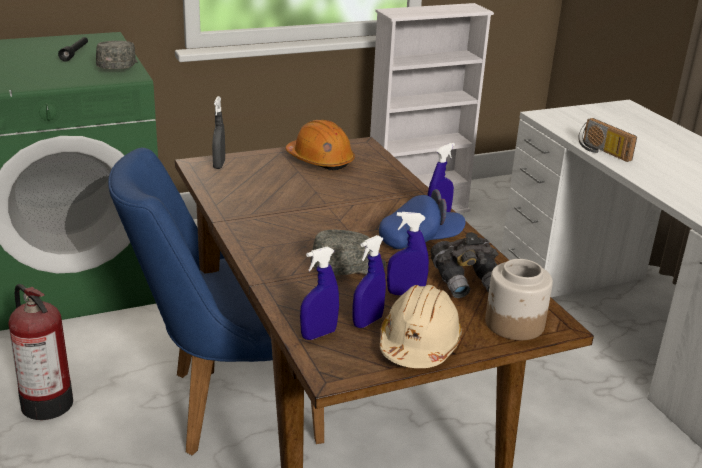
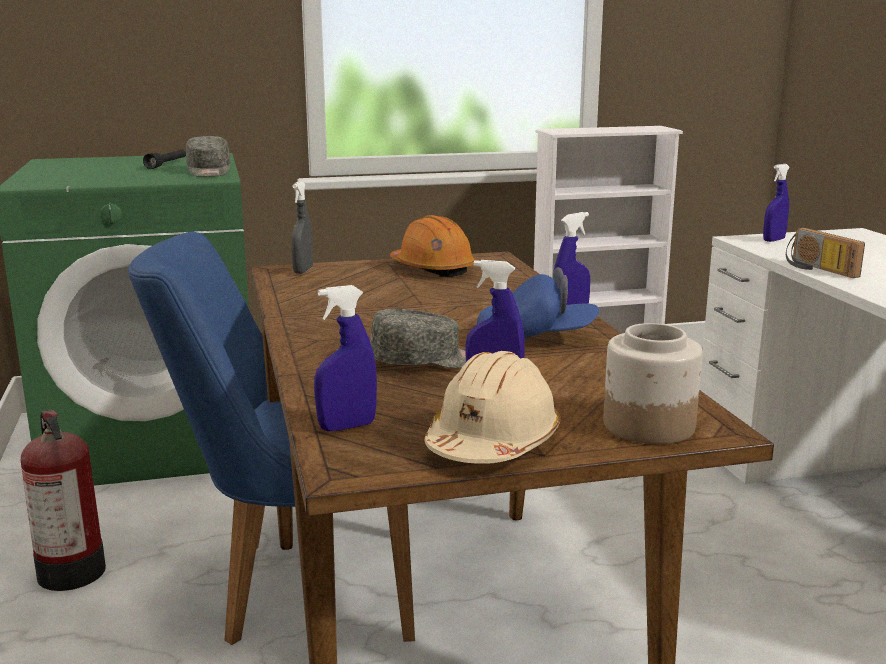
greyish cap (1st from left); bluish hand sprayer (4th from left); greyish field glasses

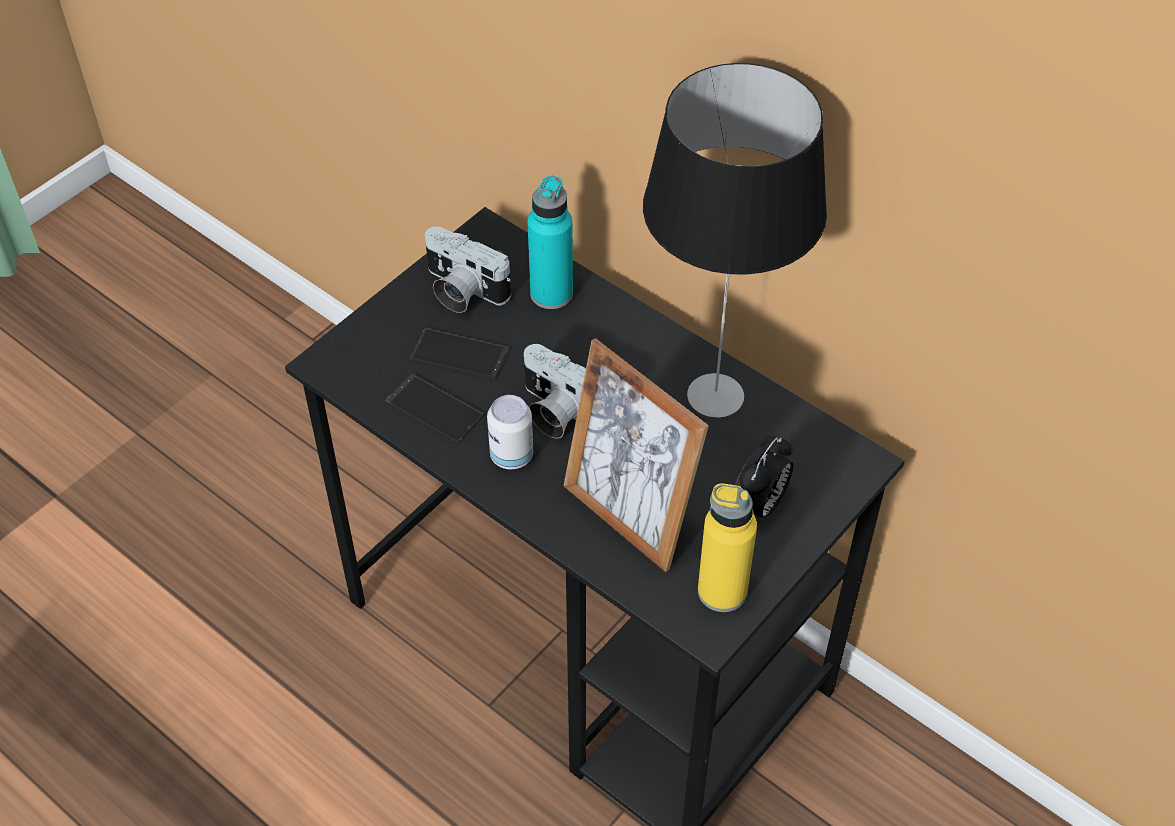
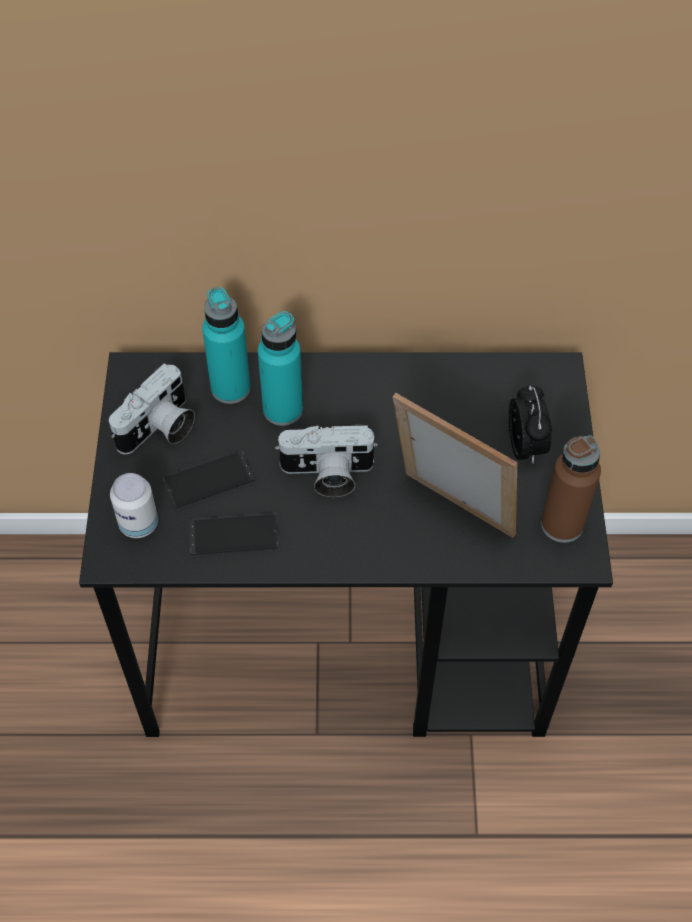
photo camera (1st from left); sealed can; standing frame; lamp for a table; brown drink bottle; turquoise-coloured drink bottle (2nd from left)

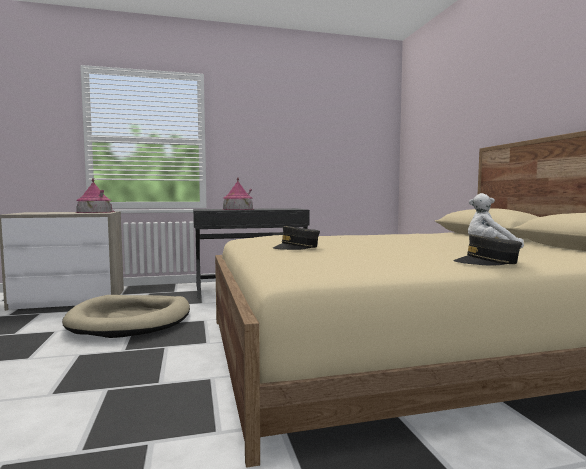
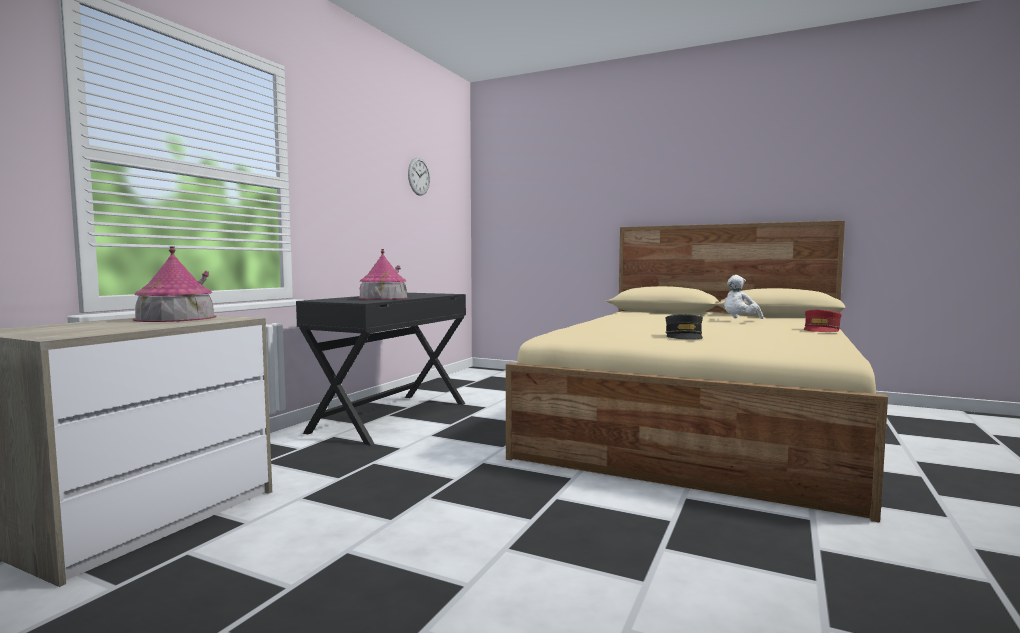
sand-coloured dog cushion; reddish cap; hanging clock

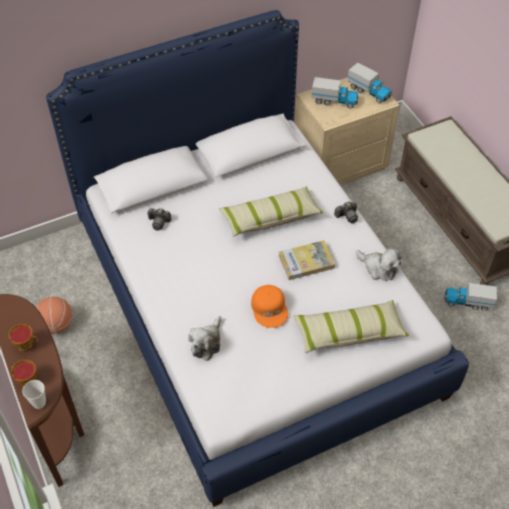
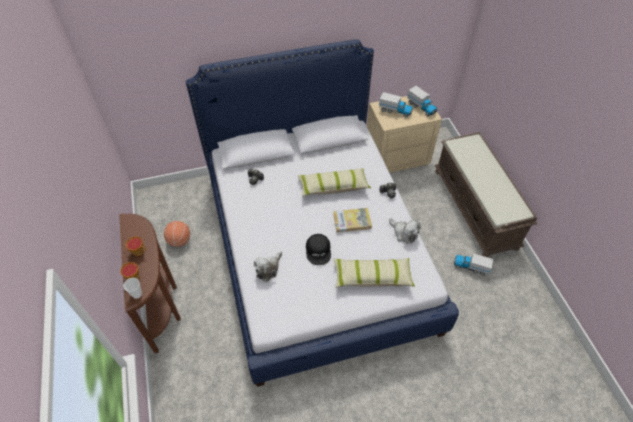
black cap

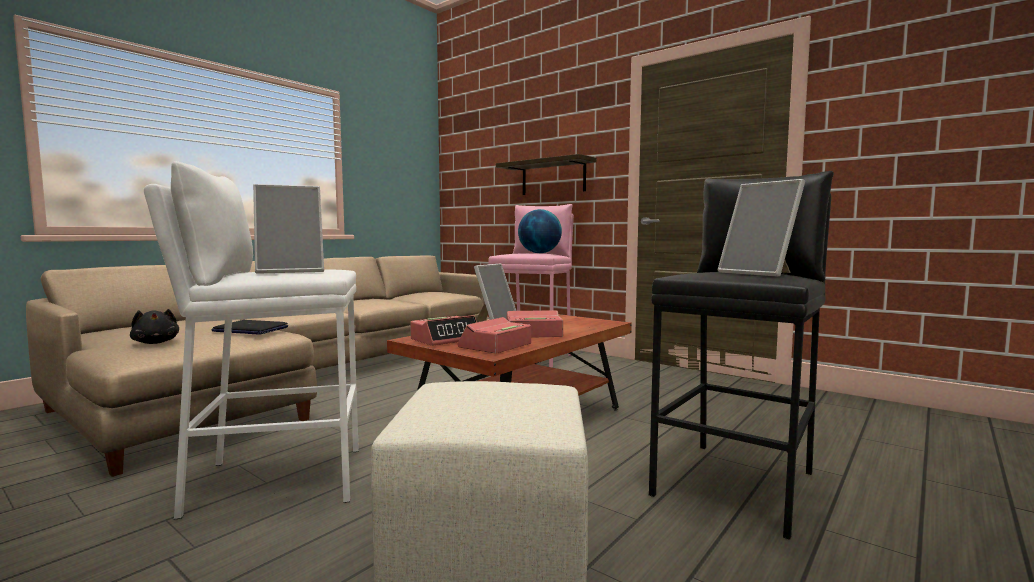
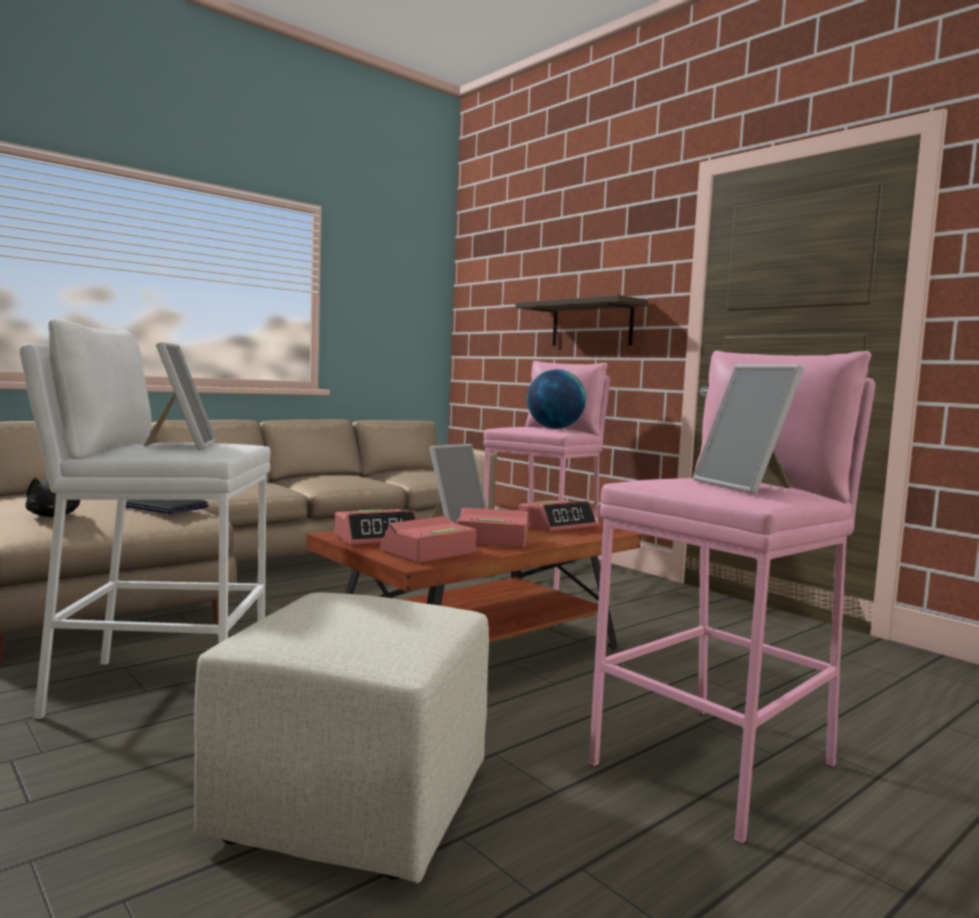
standing frame (1st from left); pink-coloured stool (2nd from left); alarm clock (4th from left)

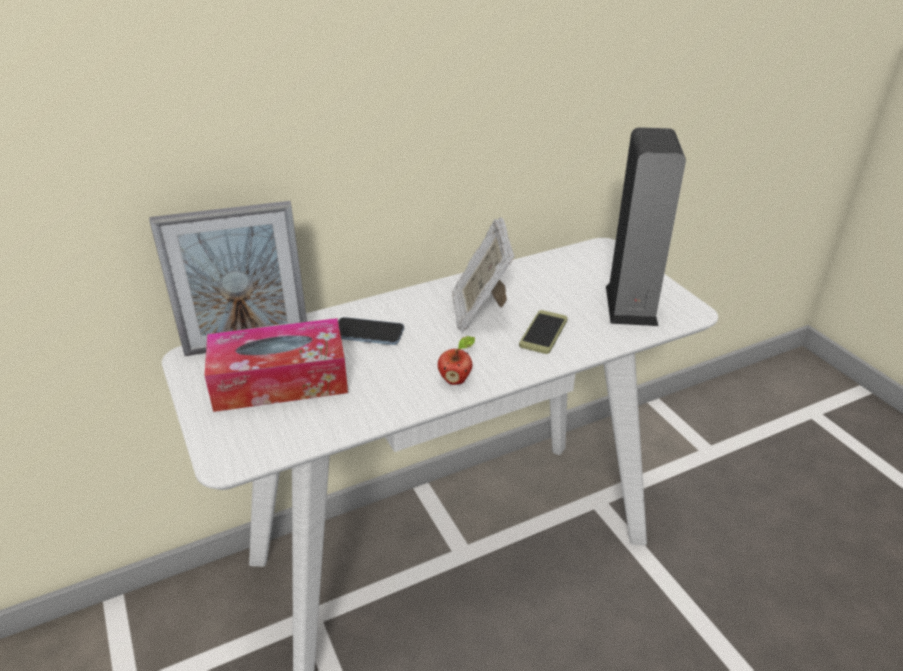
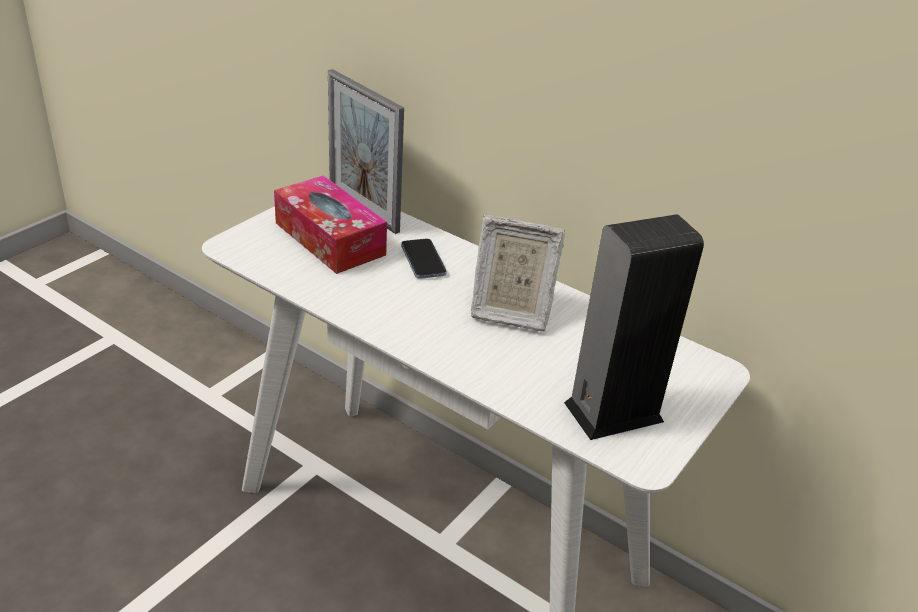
apple; standing frame (2nd from left); phone (2nd from left in the first image)

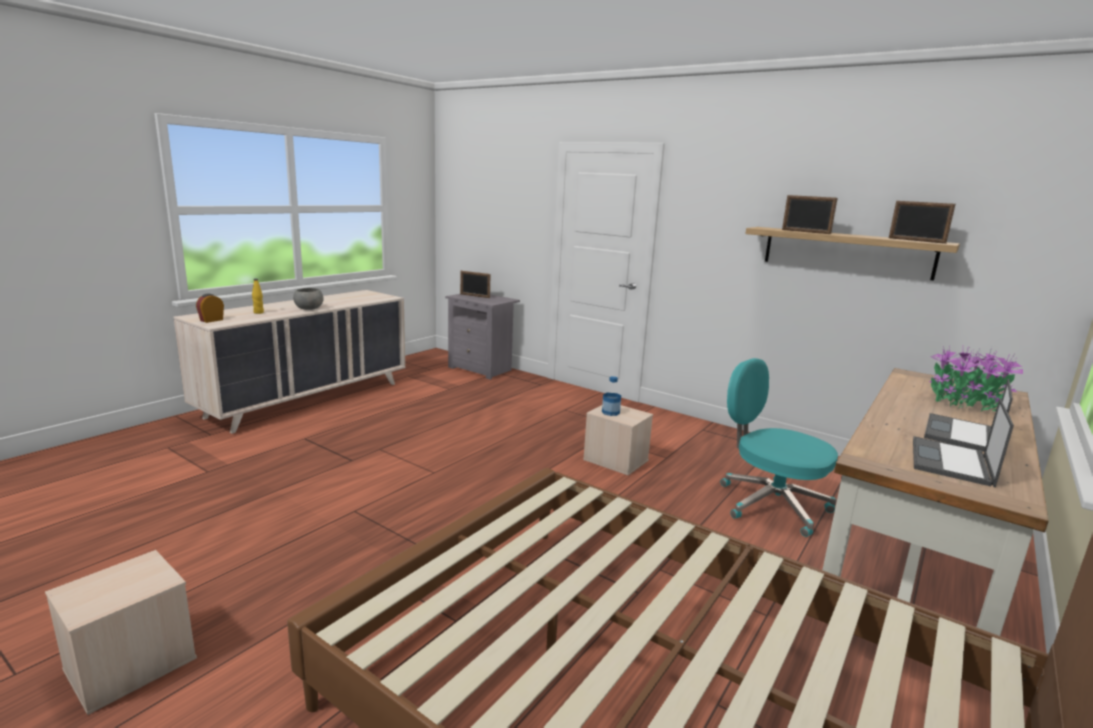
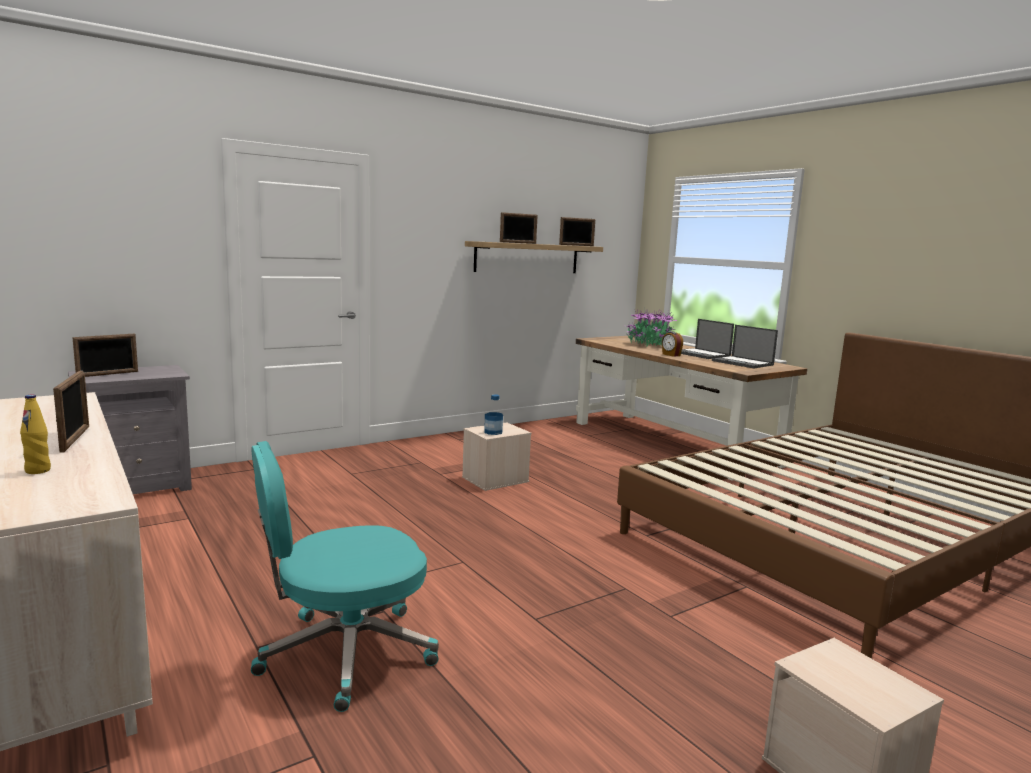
alarm clock; standing frame (1st from left); turquoise-coloured desk chair

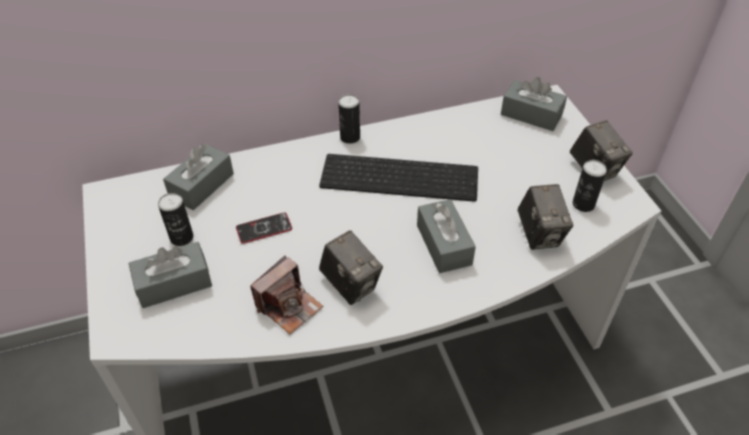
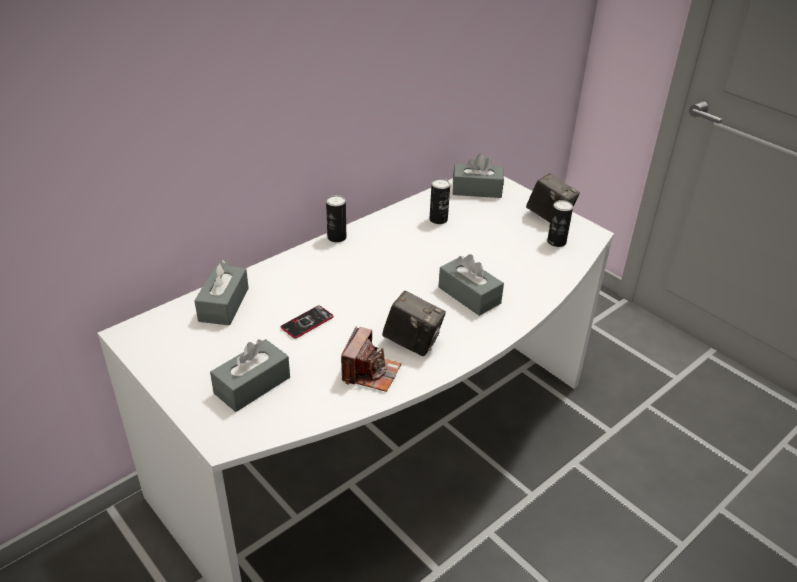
sealed can (2nd from left); PC keyboard; photo camera (3rd from left in the first image)

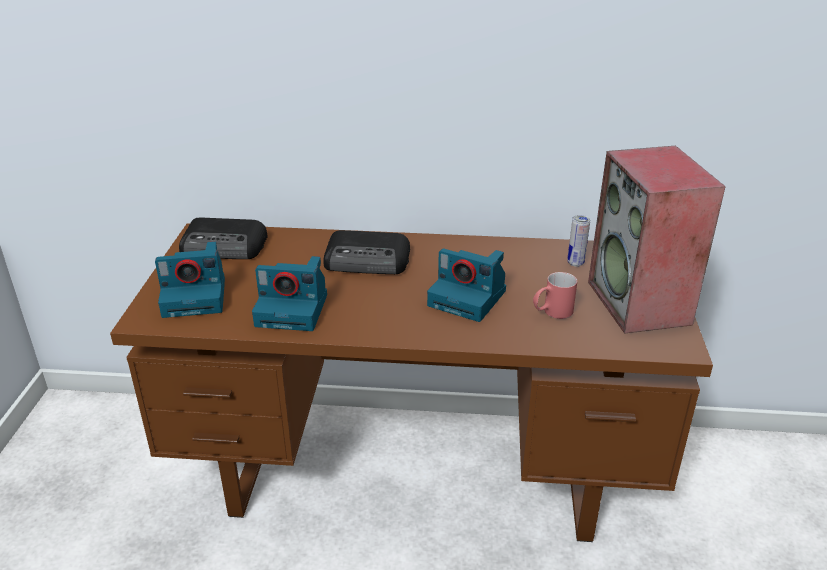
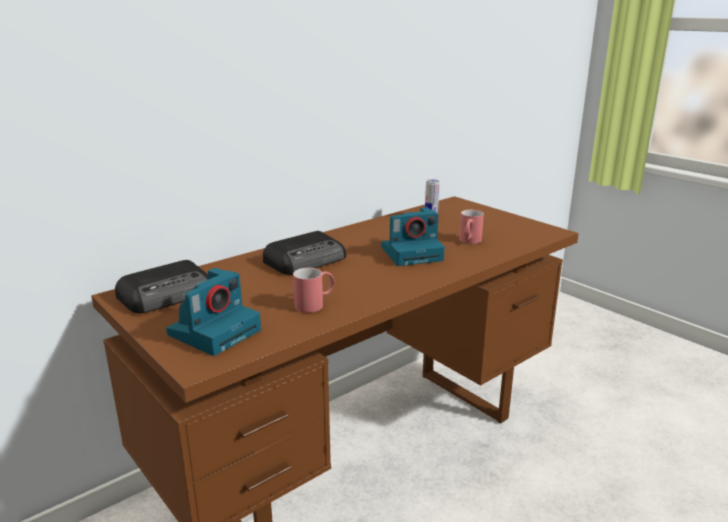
reddish coffee mug (1st from left); loudspeaker

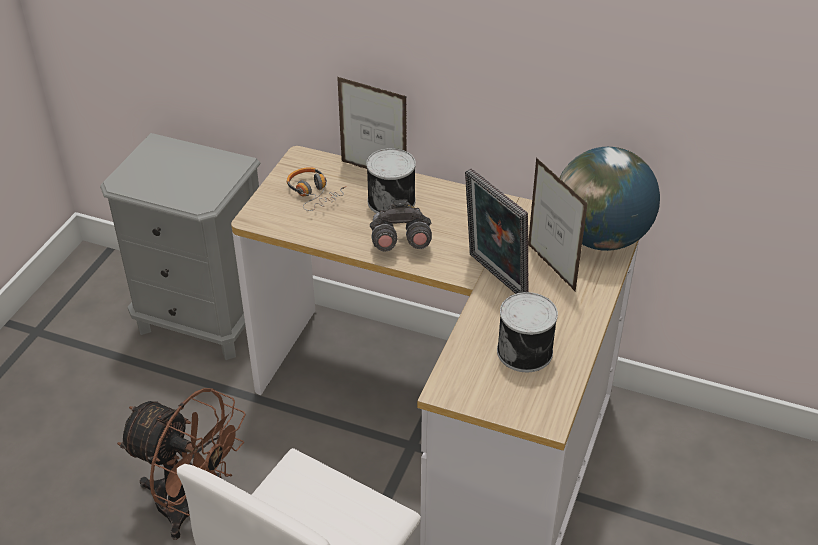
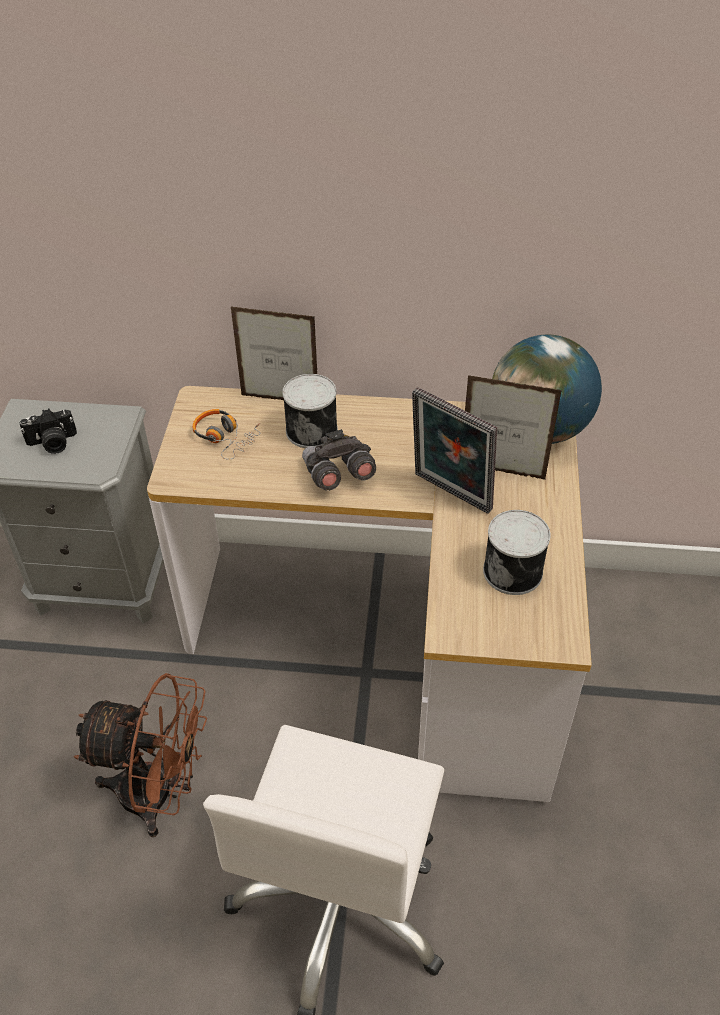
standing frame (3rd from left); photo camera

